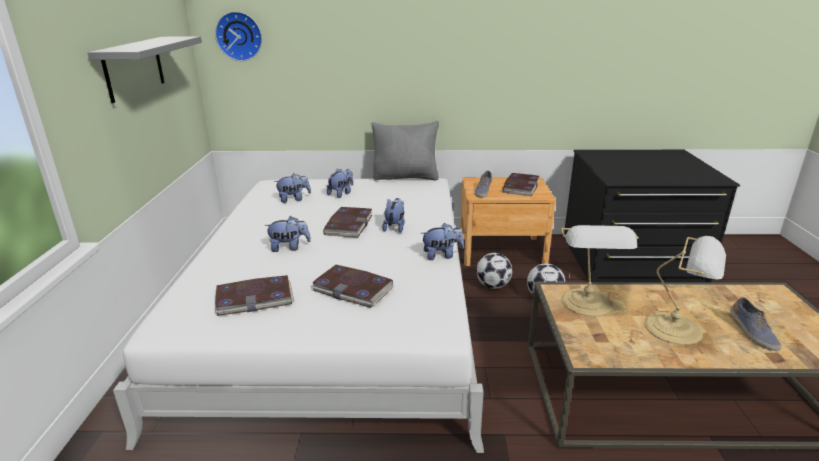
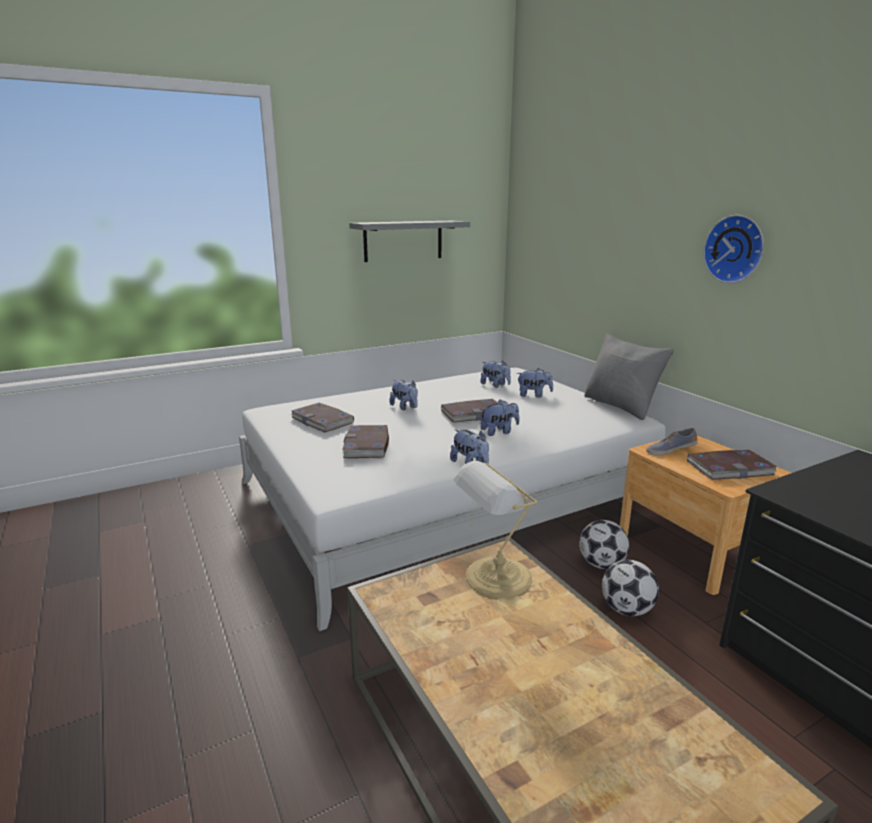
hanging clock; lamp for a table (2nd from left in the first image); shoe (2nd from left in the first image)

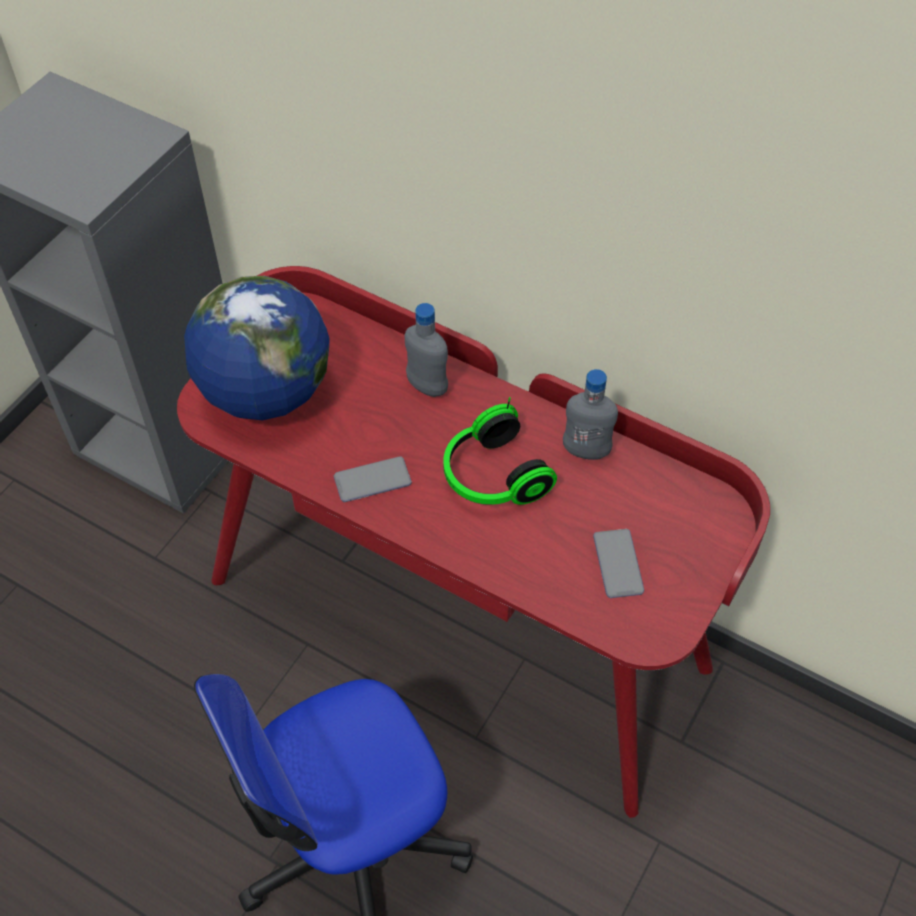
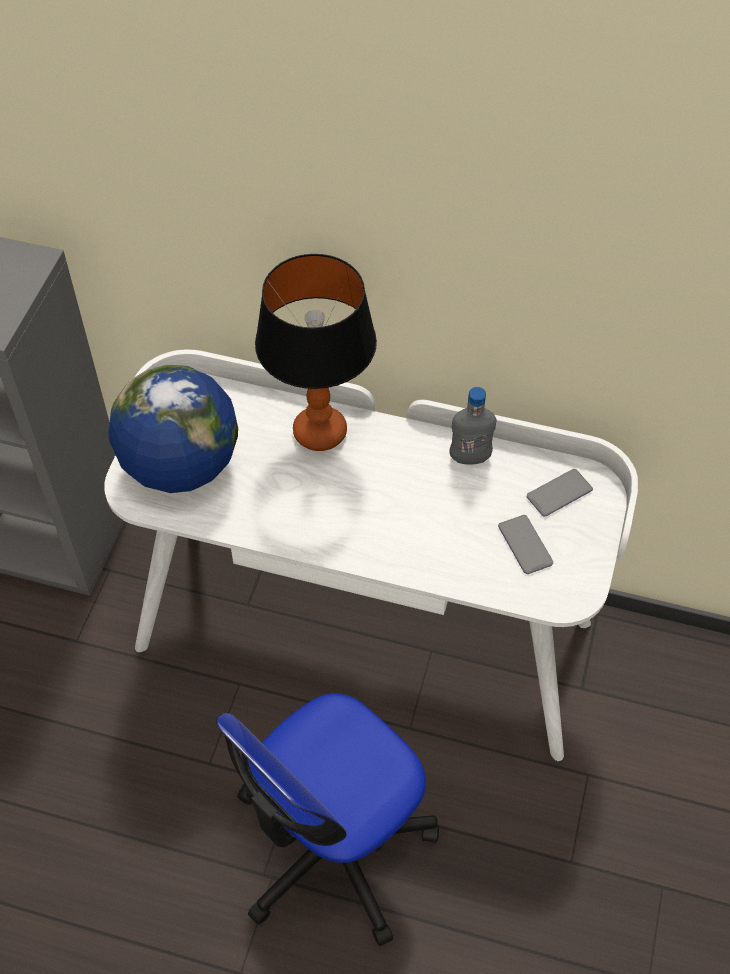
white desk table; phone (2nd from left); lamp for a table; headphones

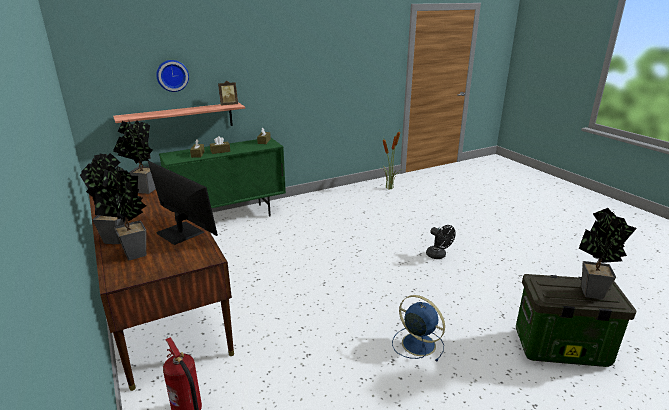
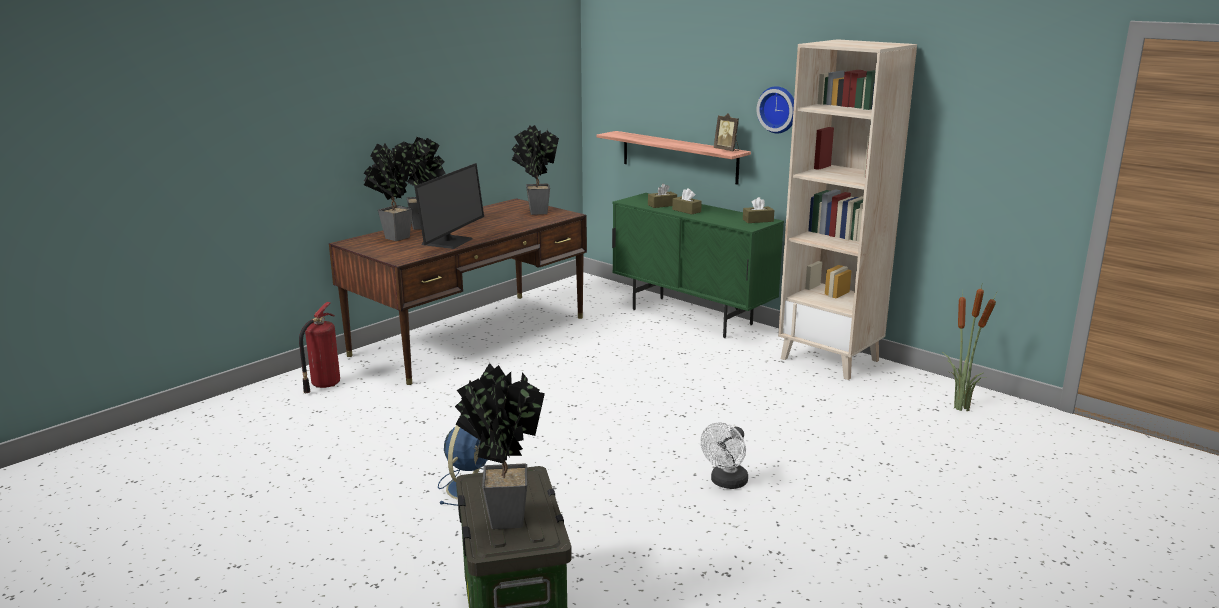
hanging clock; white cooling fan; sand-coloured bookshelf

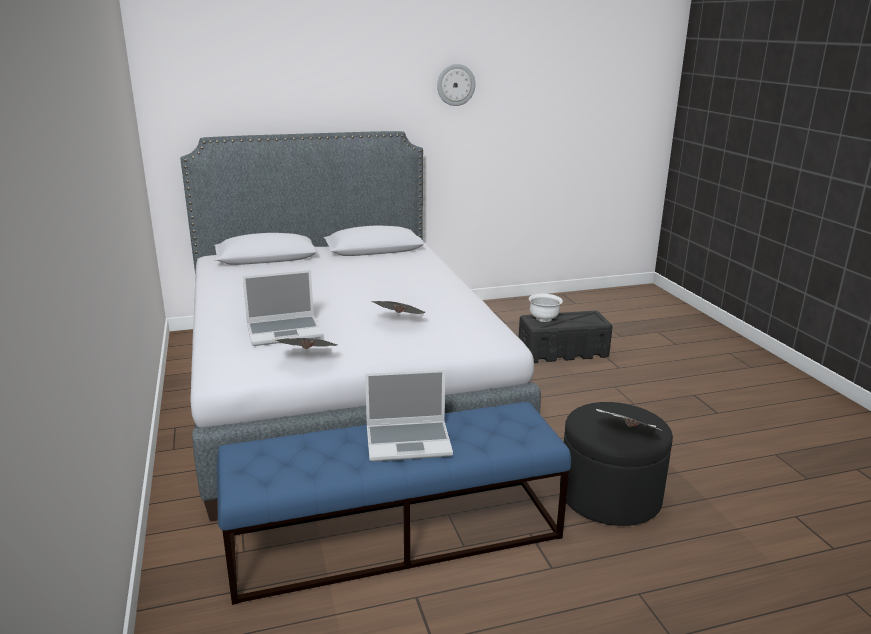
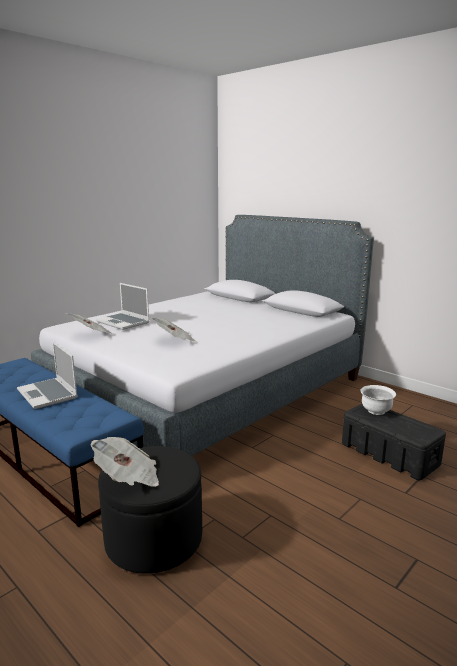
hanging clock

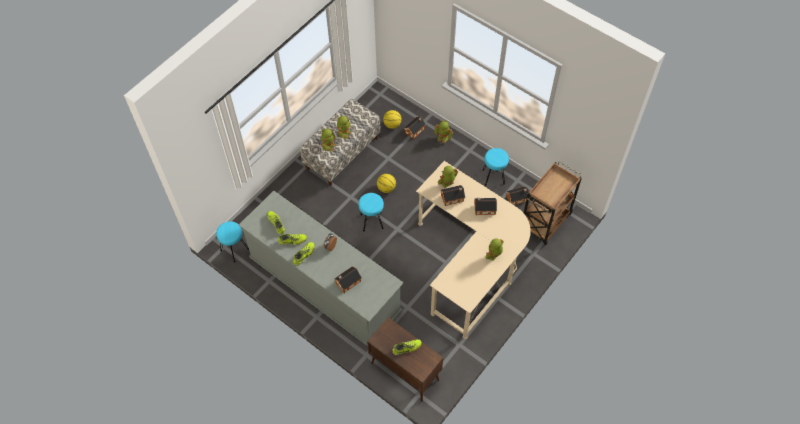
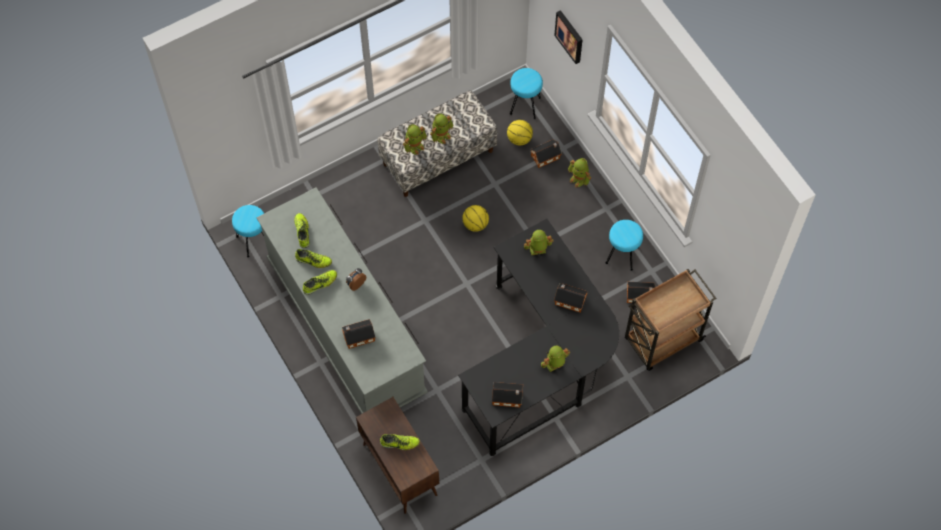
turquoise-coloured stool (2nd from left); black desk table; miniature house (2nd from left); wall art

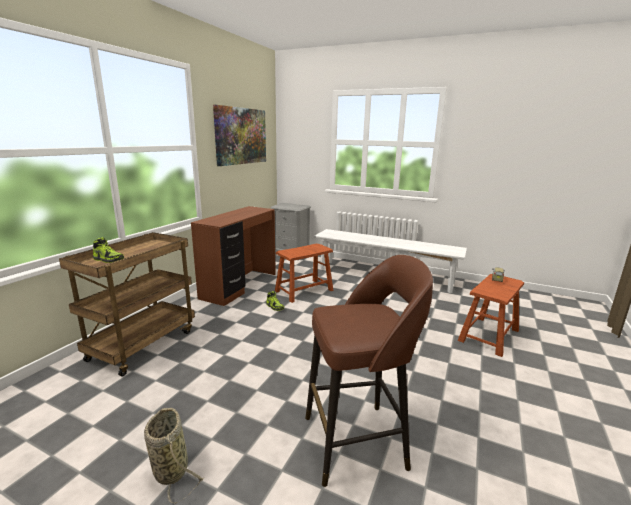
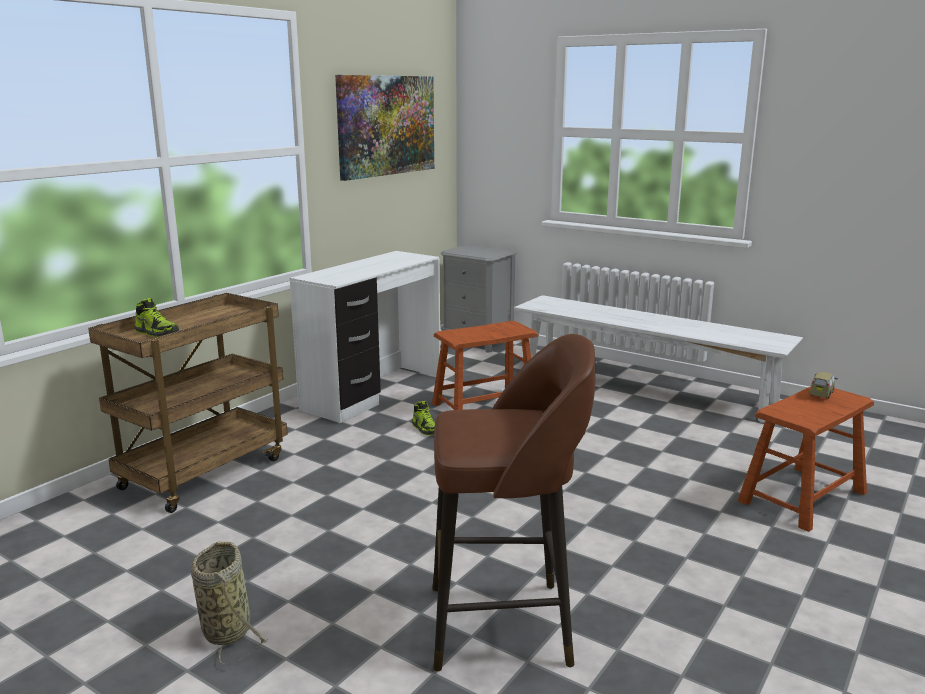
white desk table

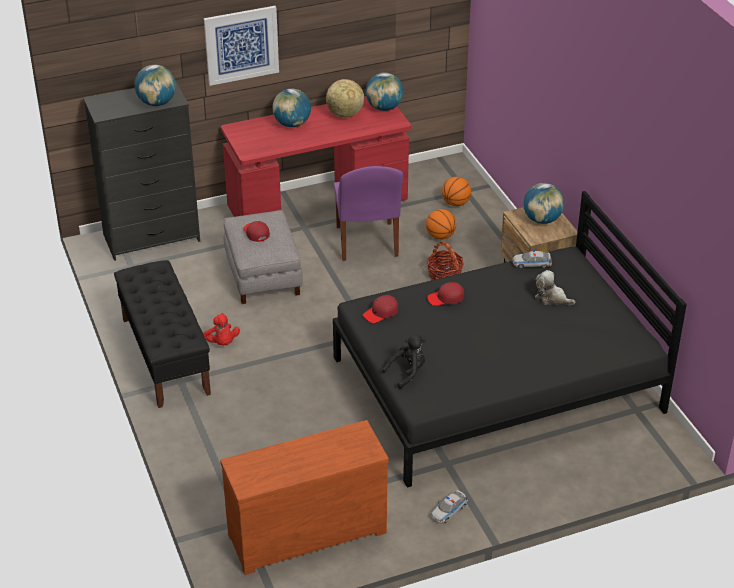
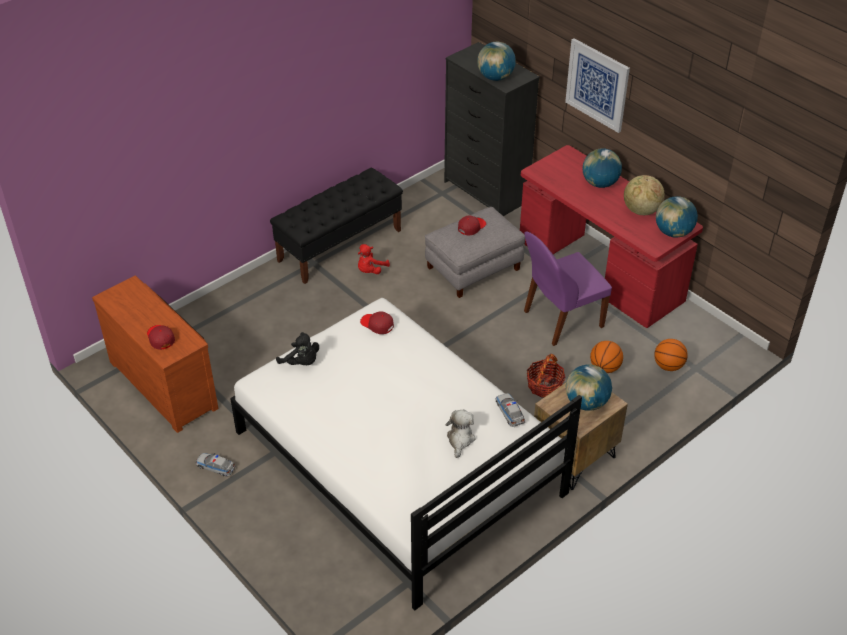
white bedroom bed; reddish cap (1st from left)

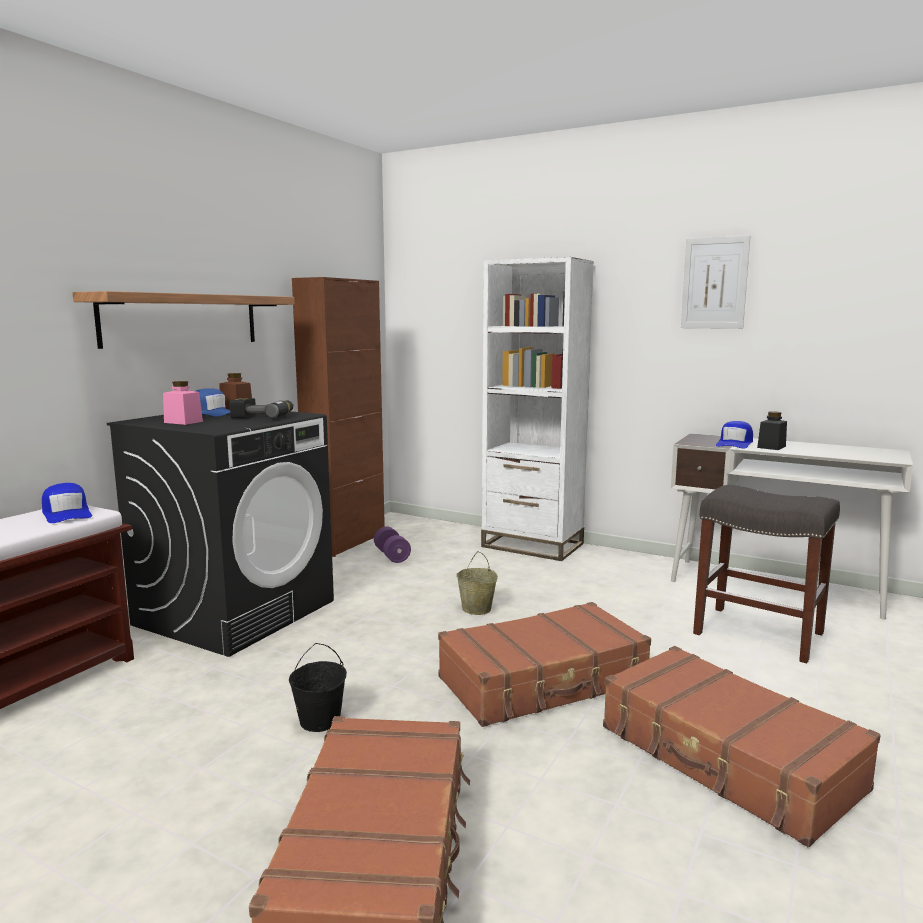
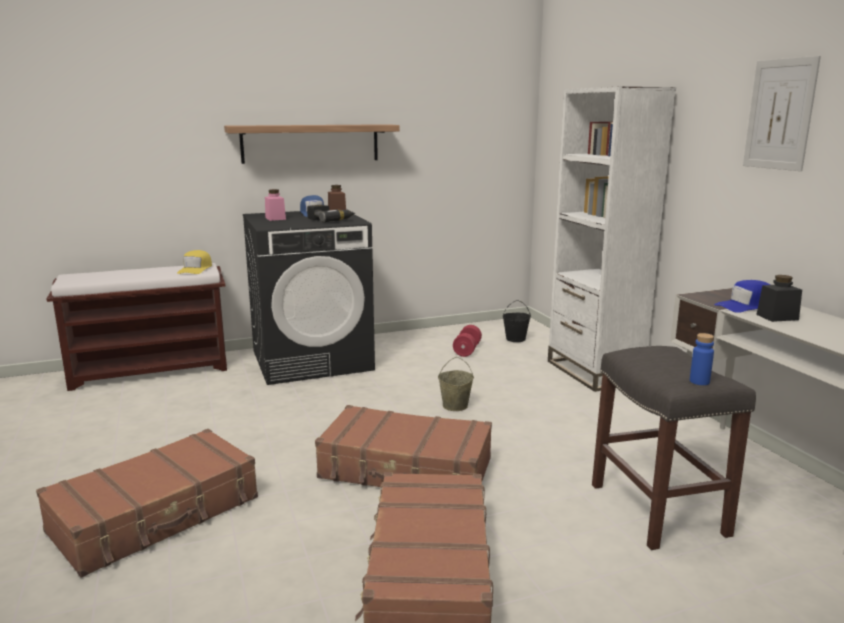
yellowish cap; black pail; brown storage cabinet; reddish hand weight; bluish drink bottle

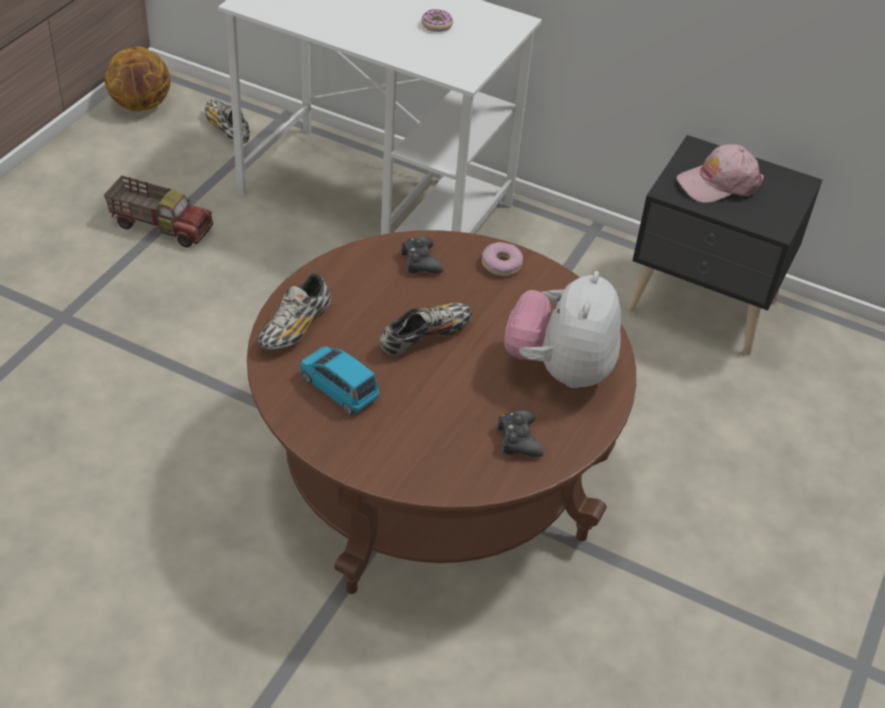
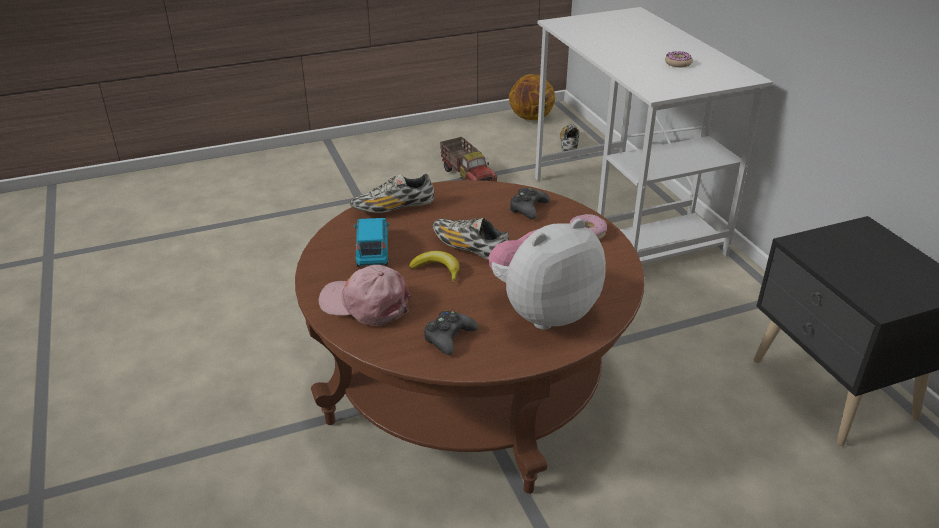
shoe (2nd from left); pink-coloured cap; banana fruit

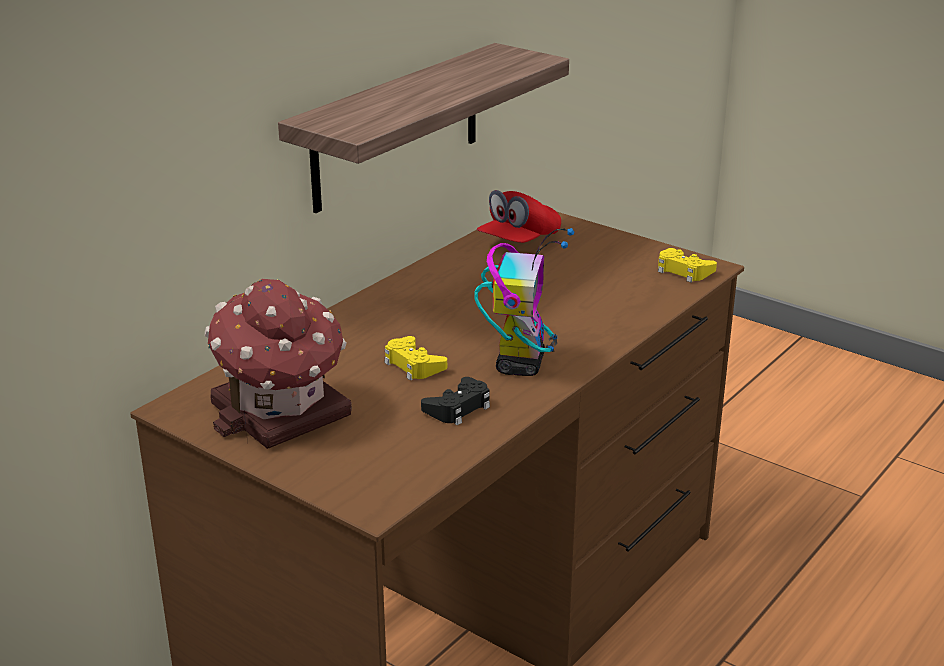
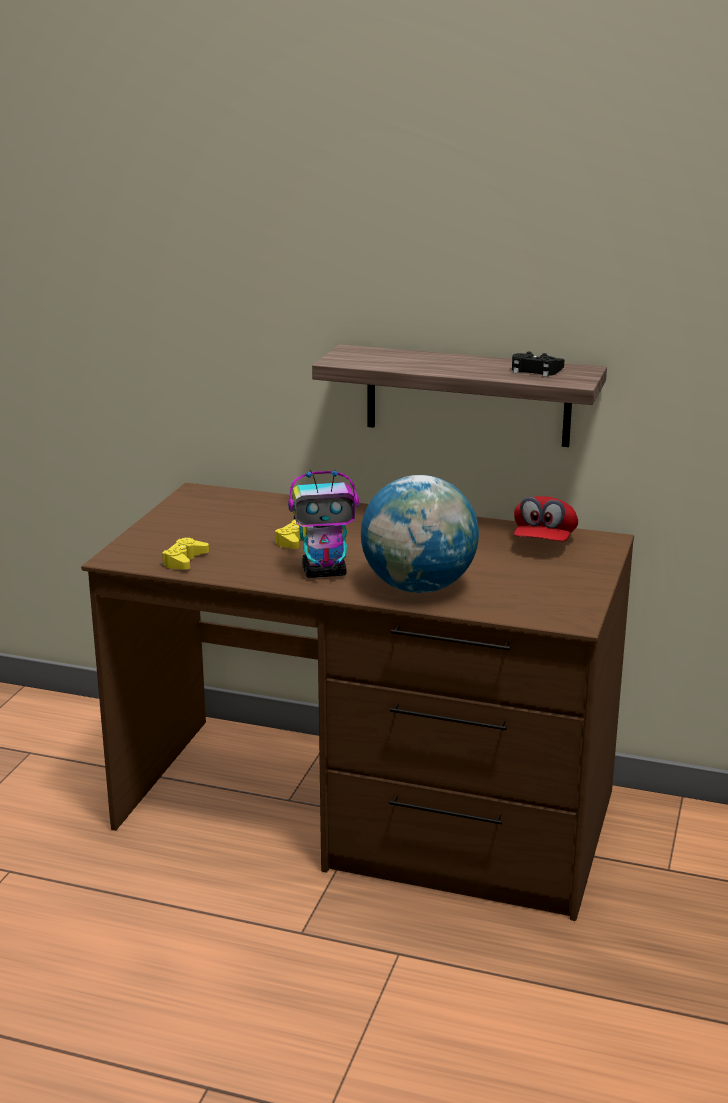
miniature house; black joypad; reddish cap; yellowish joypad (1st from left); world globe

